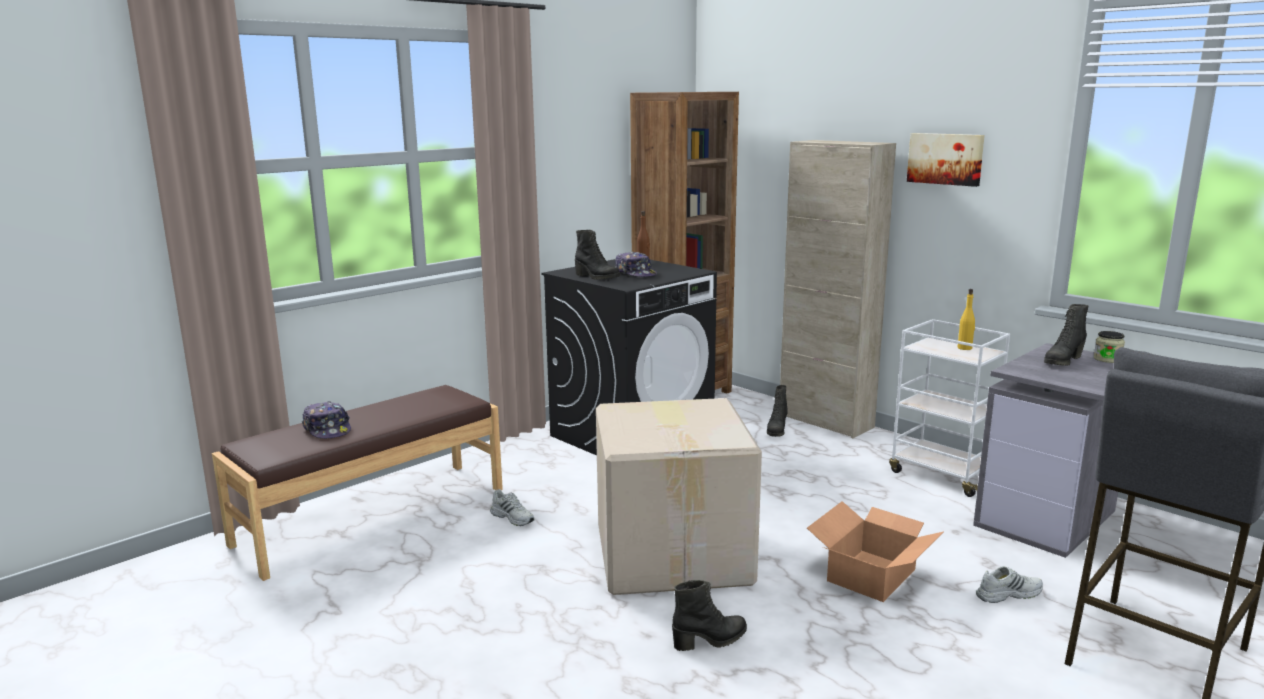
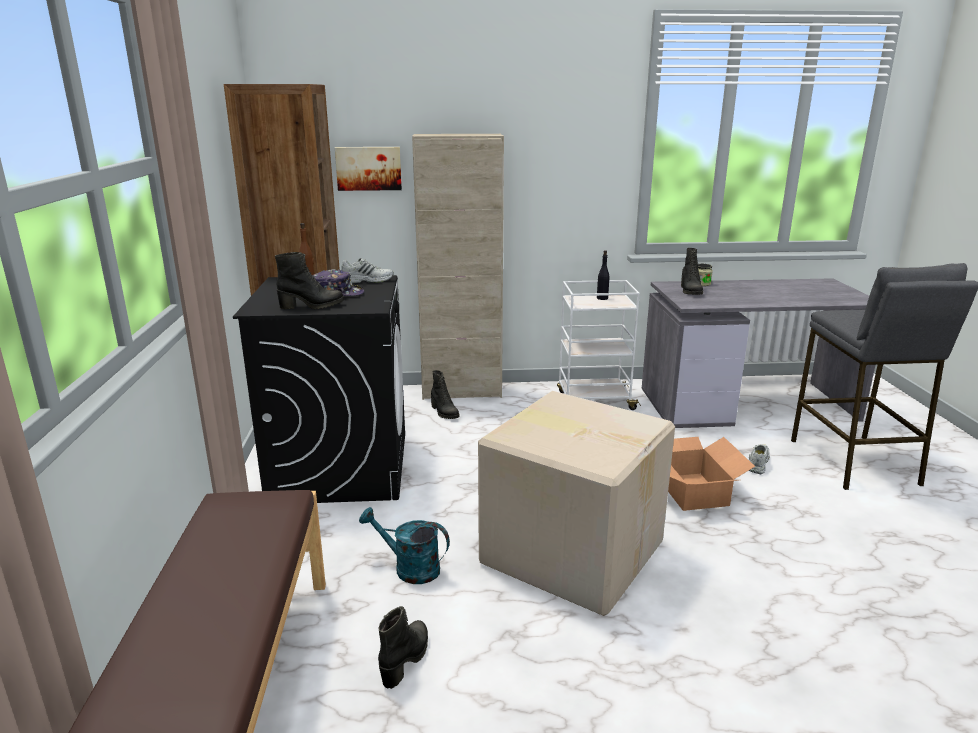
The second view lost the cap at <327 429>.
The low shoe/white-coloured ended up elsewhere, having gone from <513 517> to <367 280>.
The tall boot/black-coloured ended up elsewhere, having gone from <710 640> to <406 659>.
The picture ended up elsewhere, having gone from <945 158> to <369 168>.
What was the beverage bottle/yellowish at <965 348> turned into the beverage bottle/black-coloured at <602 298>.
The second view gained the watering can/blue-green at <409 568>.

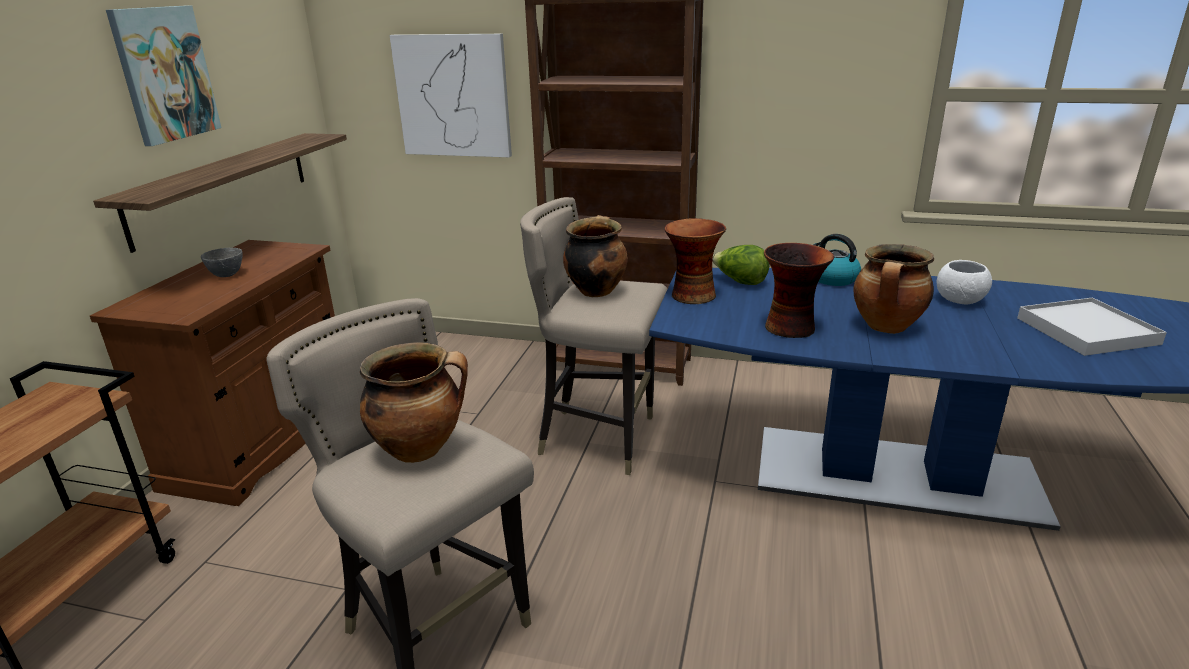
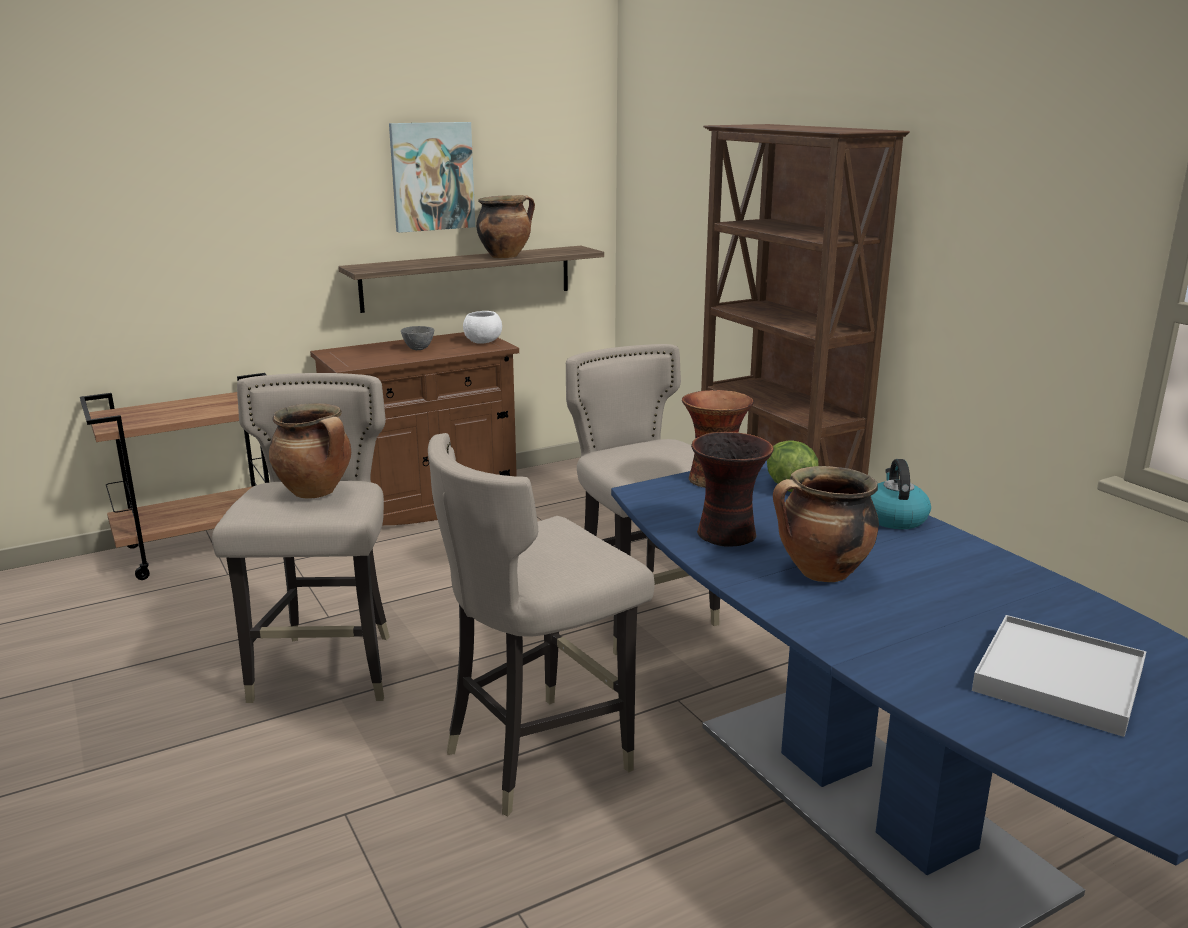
The second view lost the picture at <453 96>.
The saucepot ended up elsewhere, having gone from <596 290> to <505 256>.
The bowl/white-coloured ended up elsewhere, having gone from <960 300> to <483 342>.
The second view gained the sitting stool/sand-coloured at <538 754>.

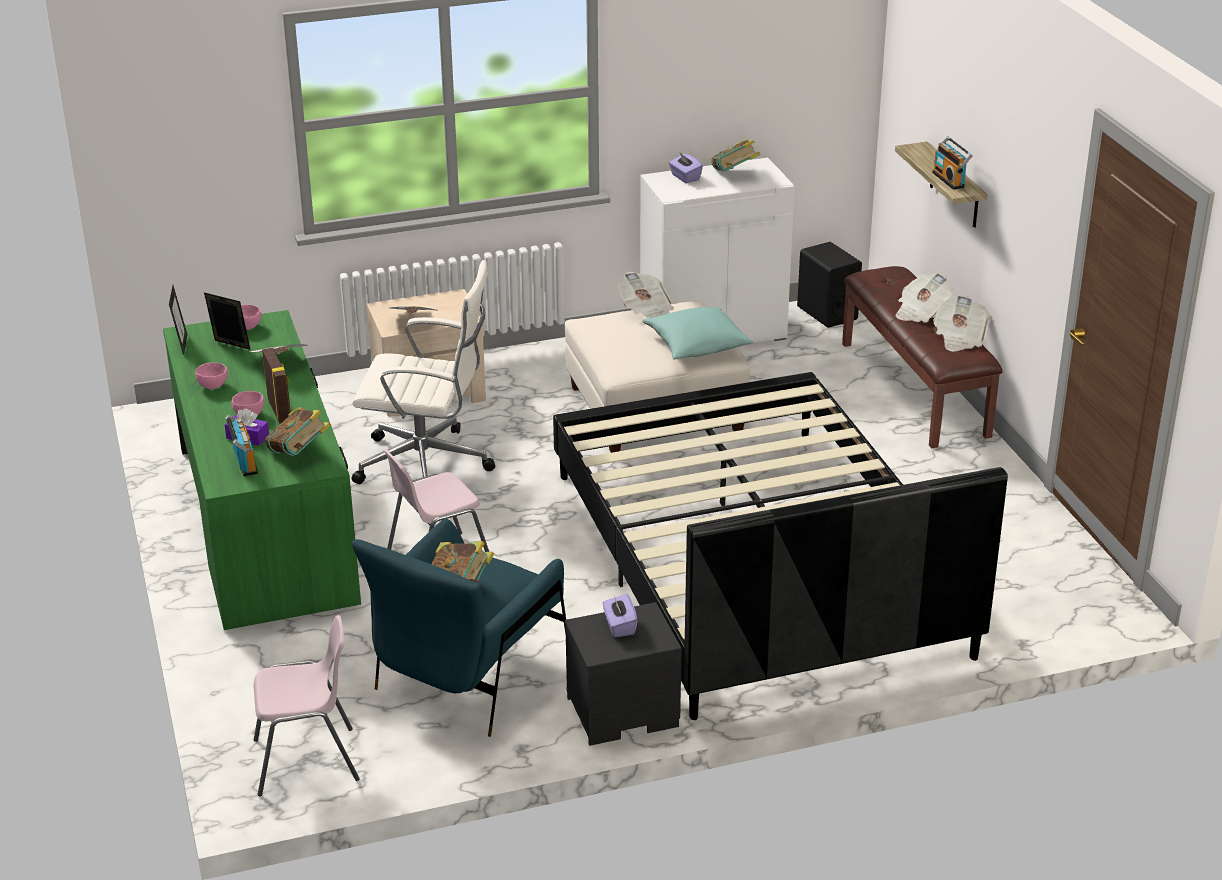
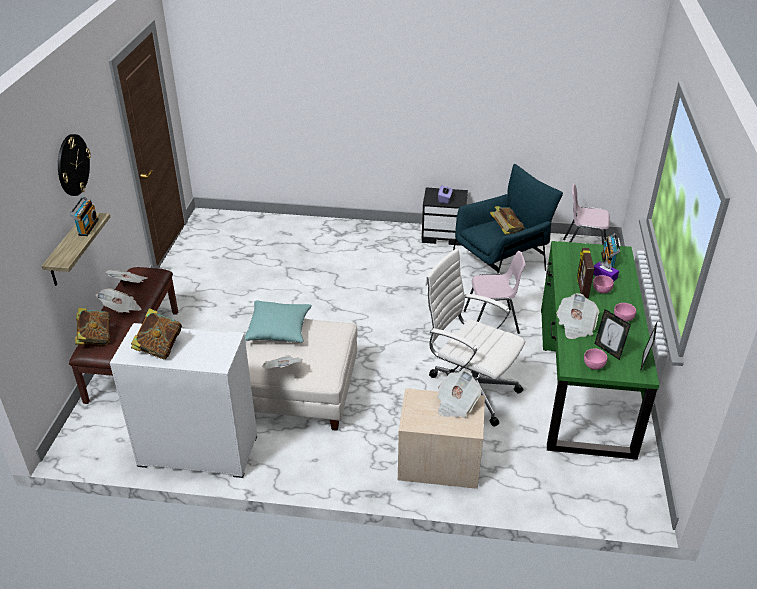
The bound book ended up elsewhere, having gone from <300 453> to <95 338>.
The second view lost the sleeping bed/black-coloured at <754 562>.
The second view lost the box of tissues/purple at <685 177>.
The second view lost the speaker/black-coloured at <827 313>.
The second view gained the wall clock at <72 165>.

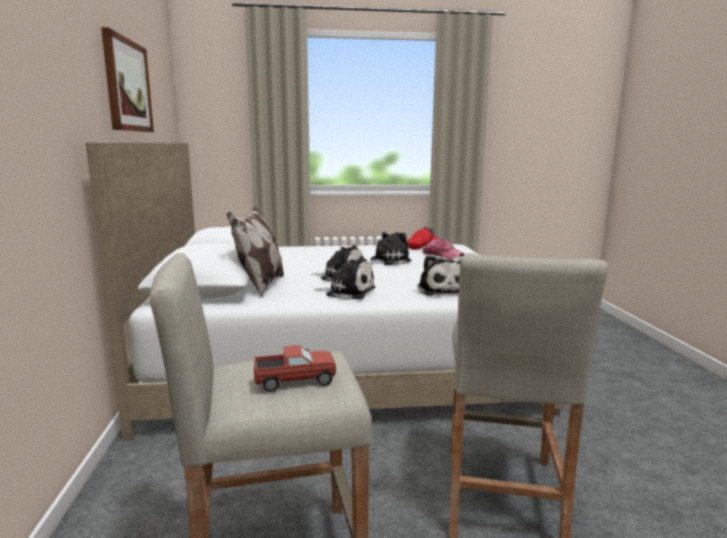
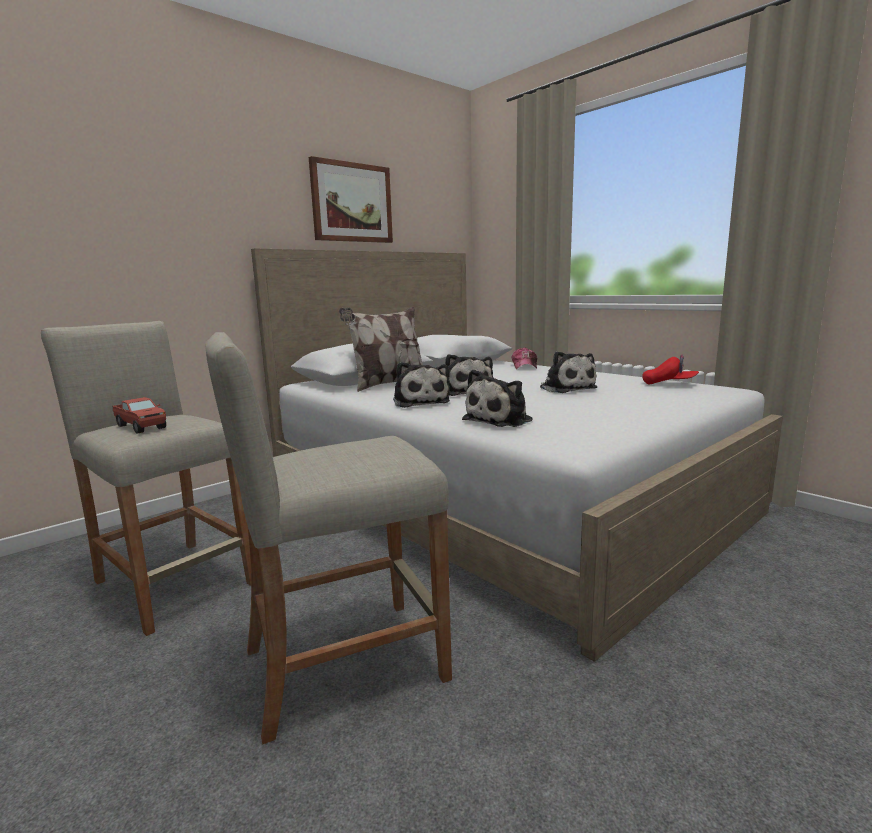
The soft toy at <387 261> ended up facing another way, 45 degrees clockwise from before.
The cap ended up elsewhere, having gone from <442 255> to <525 366>.

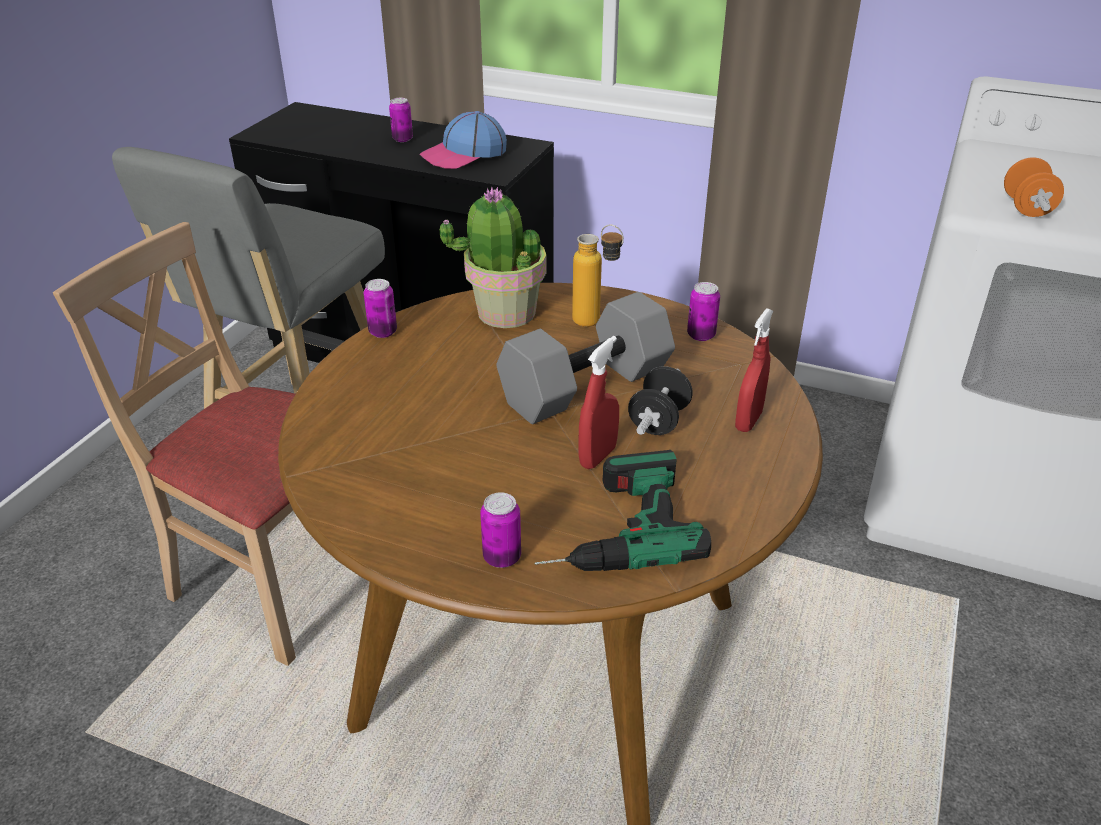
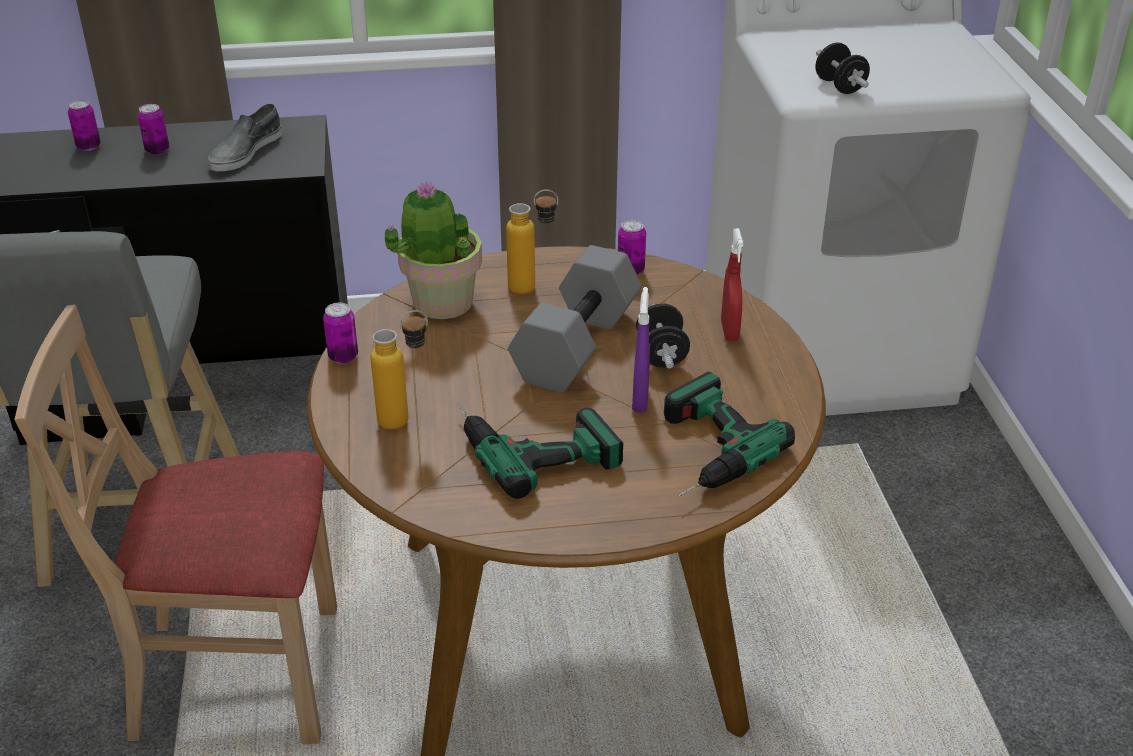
Where the cap stood at <464 154>, the low shoe/grey came to stand at <245 151>.
The metal can ended up elsewhere, having gone from <502 557> to <88 146>.
What was the sprayer/red-coloured at <597 456> turned into the sprayer/purple at <640 400>.
What was the hand weight/orange-coloured at <1026 208> turned into the hand weight/black-coloured at <839 86>.
The second view gained the beverage bottle at <406 418>.
The second view gained the power drill at <531 442>.

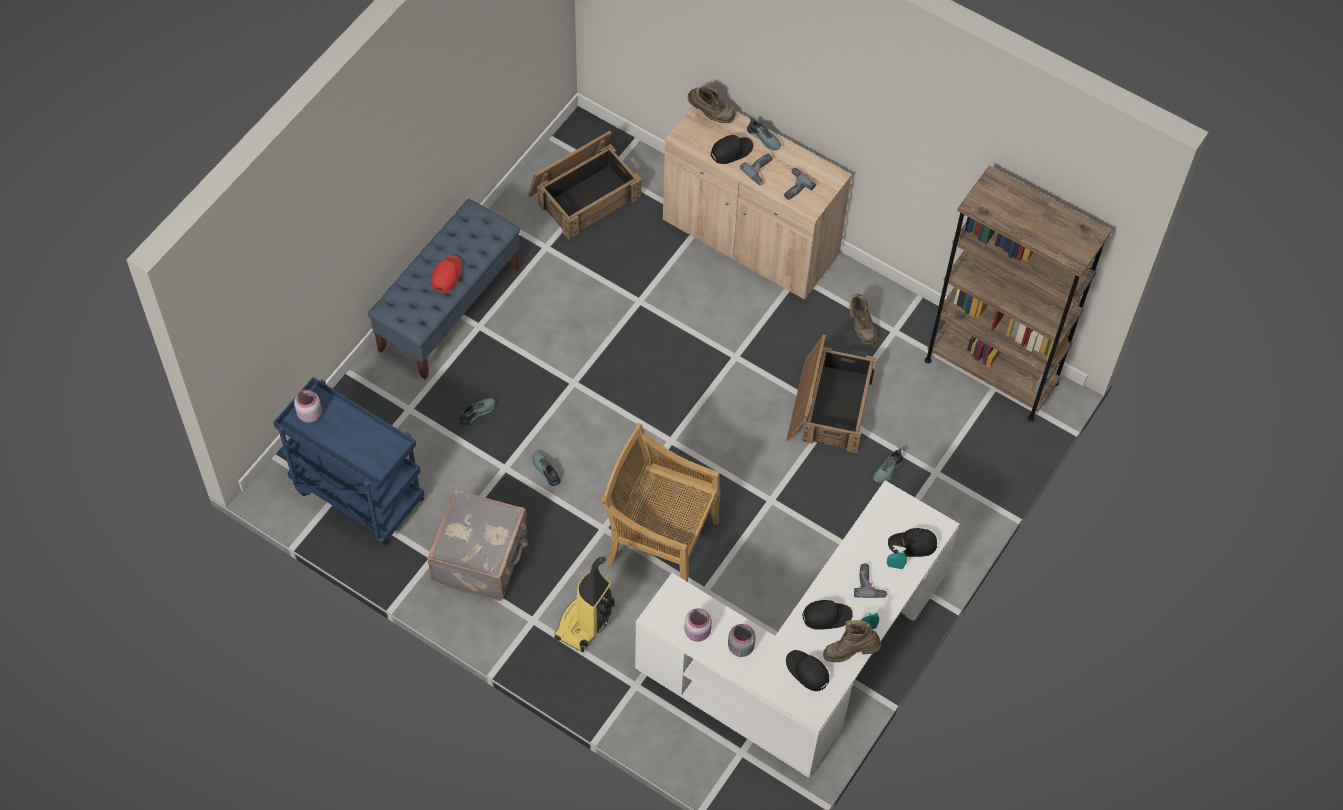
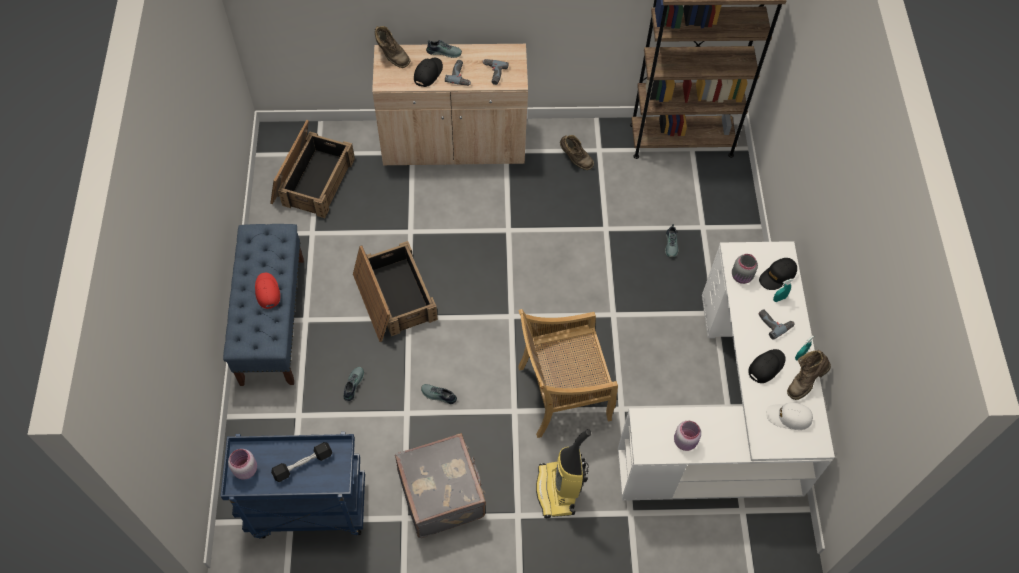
The tall boot/brown-coloured at <710 114> ended up facing another way, 60 degrees clockwise from before.
The preserve jar/grey ended up elsewhere, having gone from <740 648> to <742 277>.
What was the cap/black-coloured at <807 671> turned into the cap/white-coloured at <788 417>.
The shipping crate ended up elsewhere, having gone from <829 405> to <393 297>.
The second view gained the hand weight/black-coloured at <303 464>.

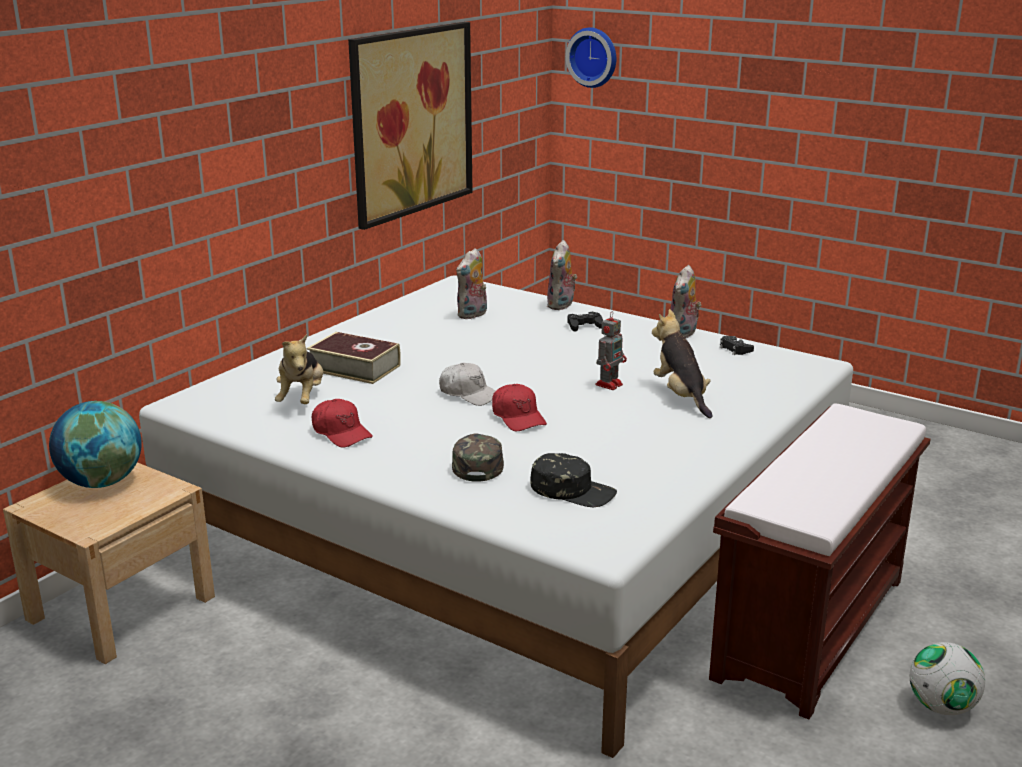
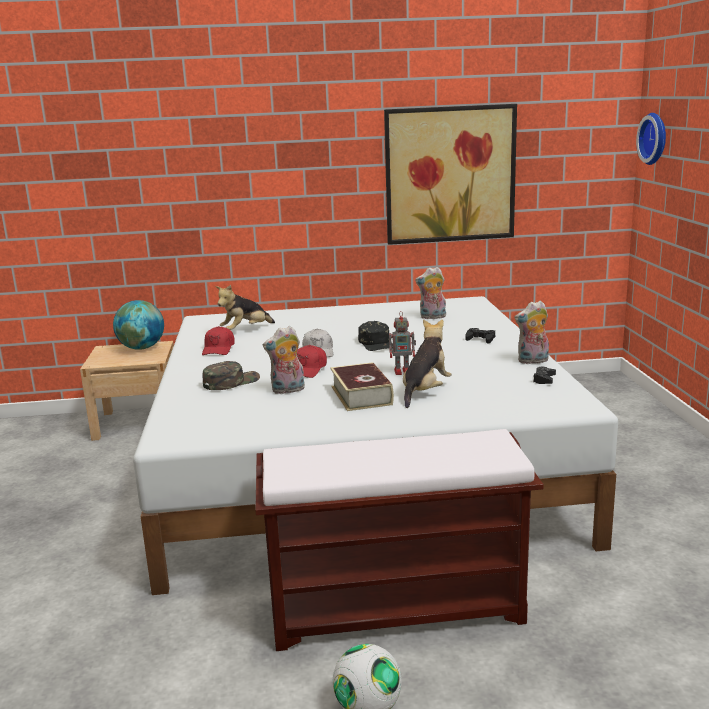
The bound book ended up elsewhere, having gone from <354 368> to <361 395>.
The cap/black-coloured ended up elsewhere, having gone from <573 490> to <377 343>.
The soft toy ended up elsewhere, having gone from <561 305> to <287 390>.

